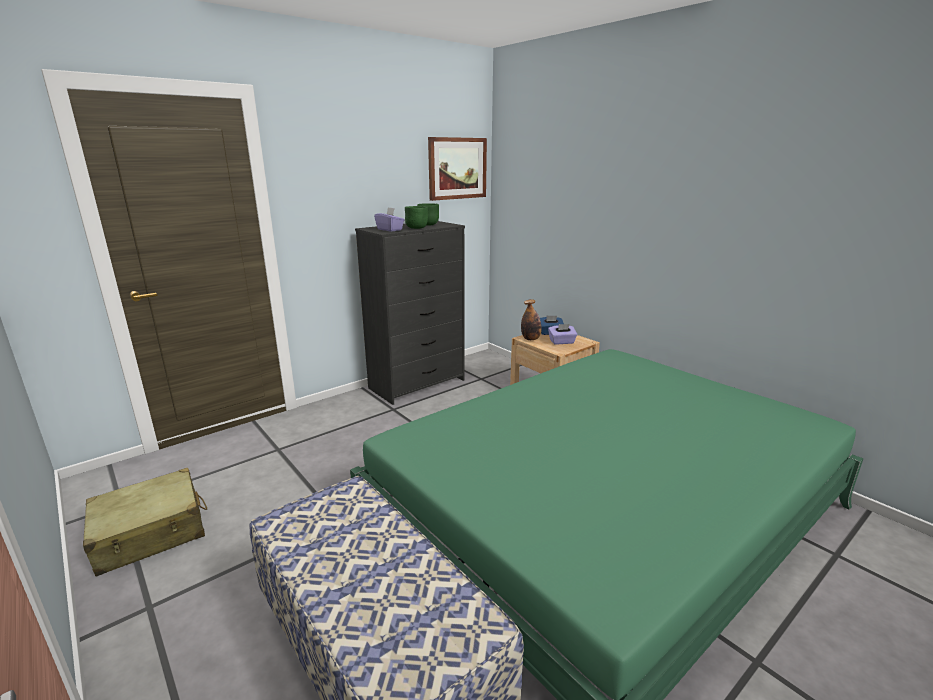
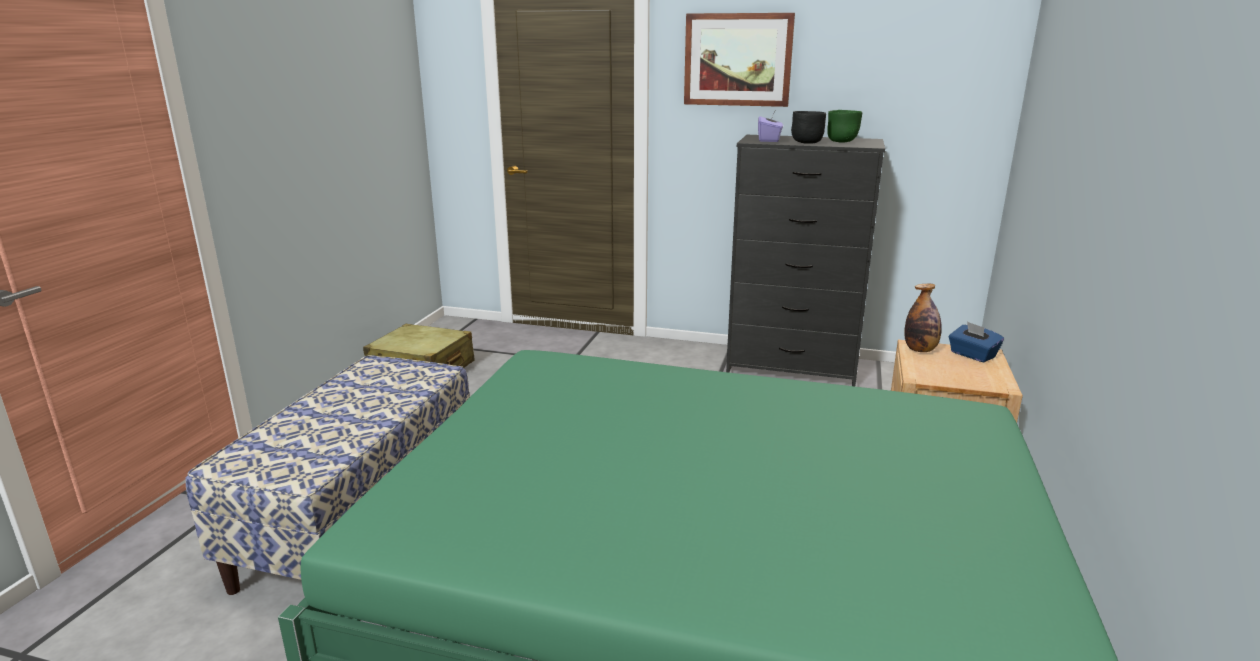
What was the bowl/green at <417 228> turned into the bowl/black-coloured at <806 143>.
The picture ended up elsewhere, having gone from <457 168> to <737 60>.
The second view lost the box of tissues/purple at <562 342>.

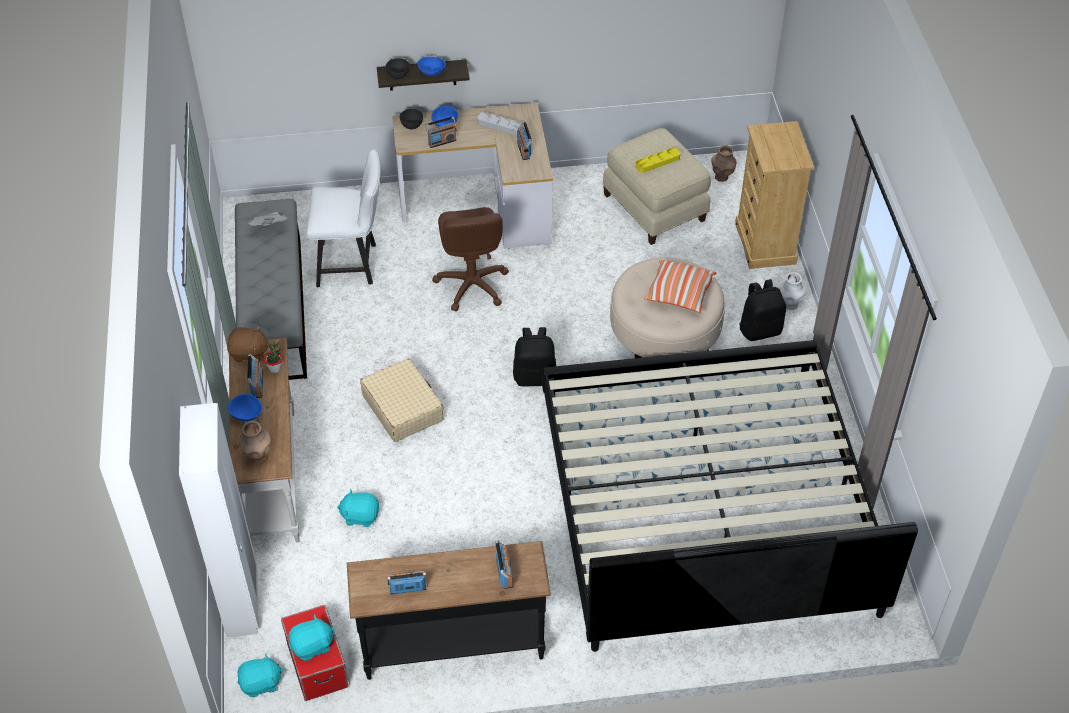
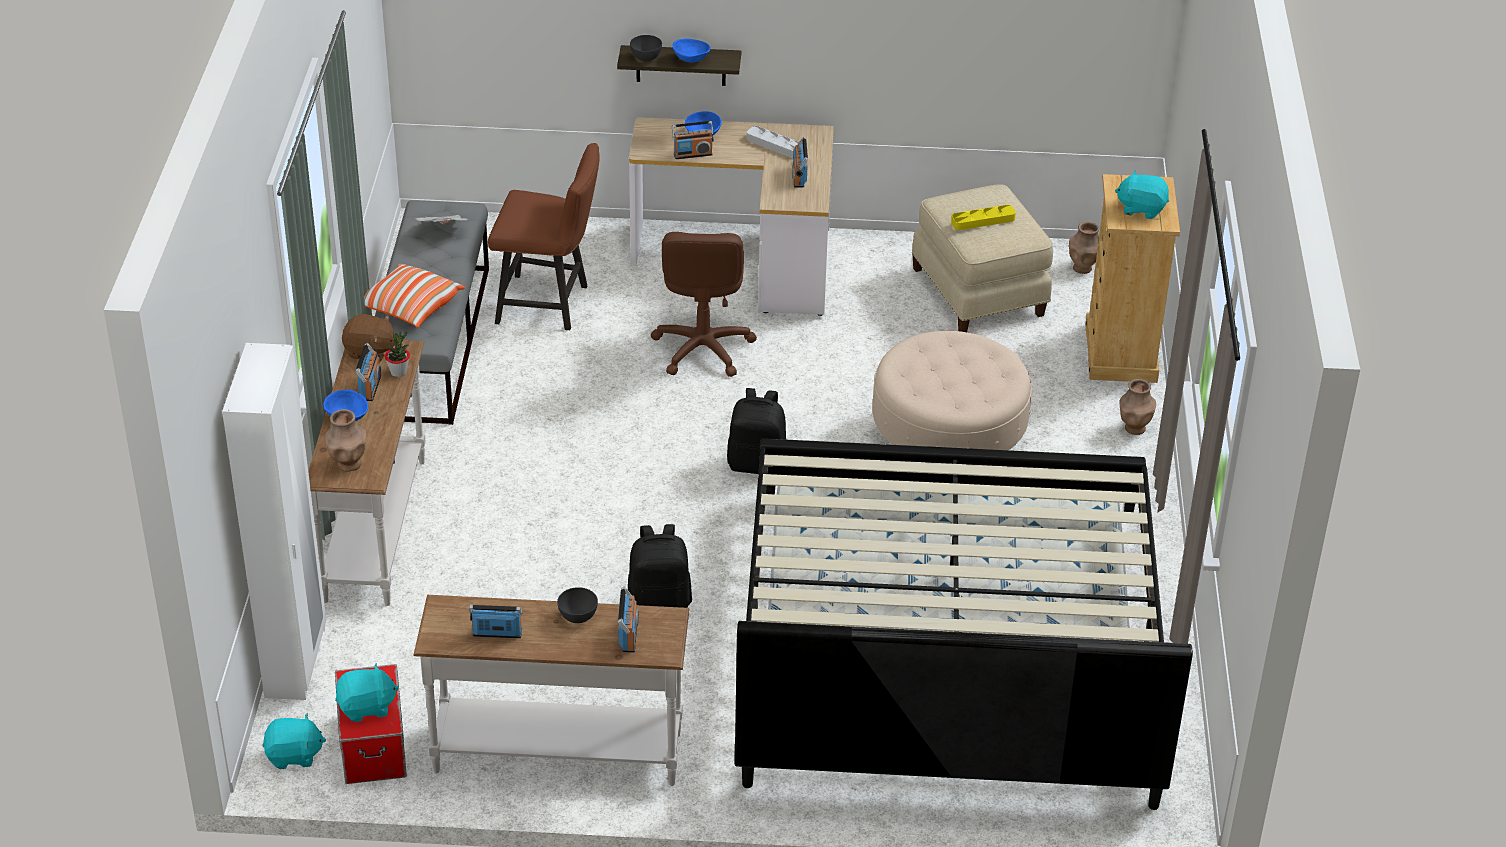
What was the upright chair/white-coloured at <352 264> turned into the upright chair/brown-coloured at <549 304>.
The soft toy/blue-green ended up elsewhere, having gone from <360 516> to <1141 208>.
What was the console table/black-coloured at <453 644> turned into the console table/white-coloured at <558 751>.
The second view lost the piece of luggage/sand-coloured at <402 408>.
The bowl/grey ended up elsewhere, having gone from <411 125> to <577 616>.
The throw pillow ended up elsewhere, having gone from <679 294> to <410 307>.
The rucksack/black-coloured ended up elsewhere, having gone from <760 329> to <660 602>.
What was the vase/white-coloured at <789 304> turned into the vase/brown-coloured at <1134 428>.

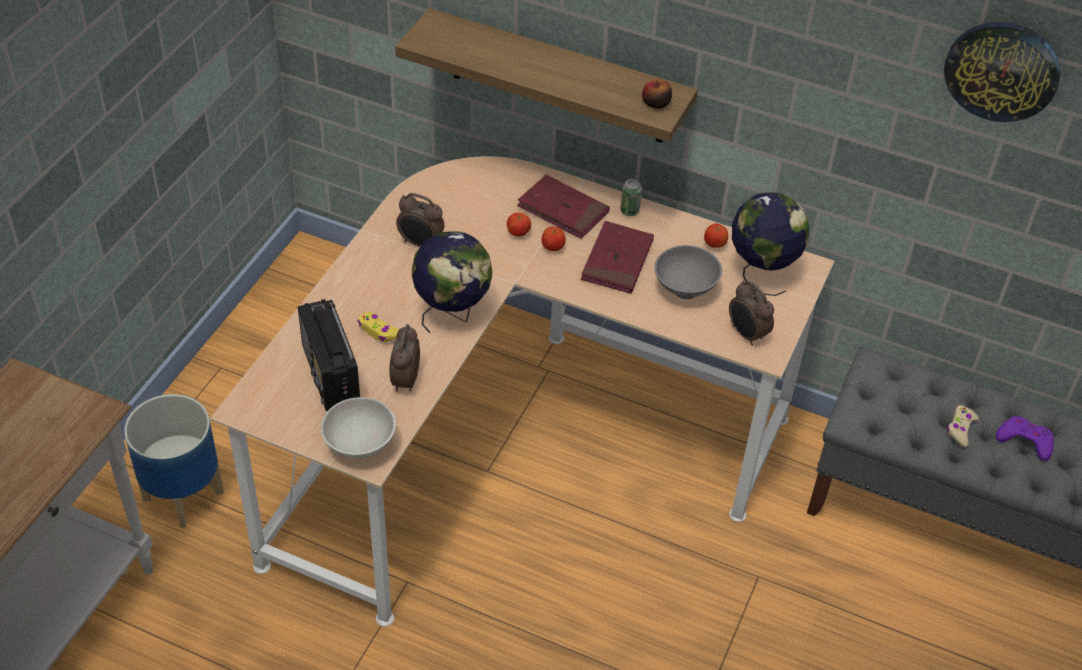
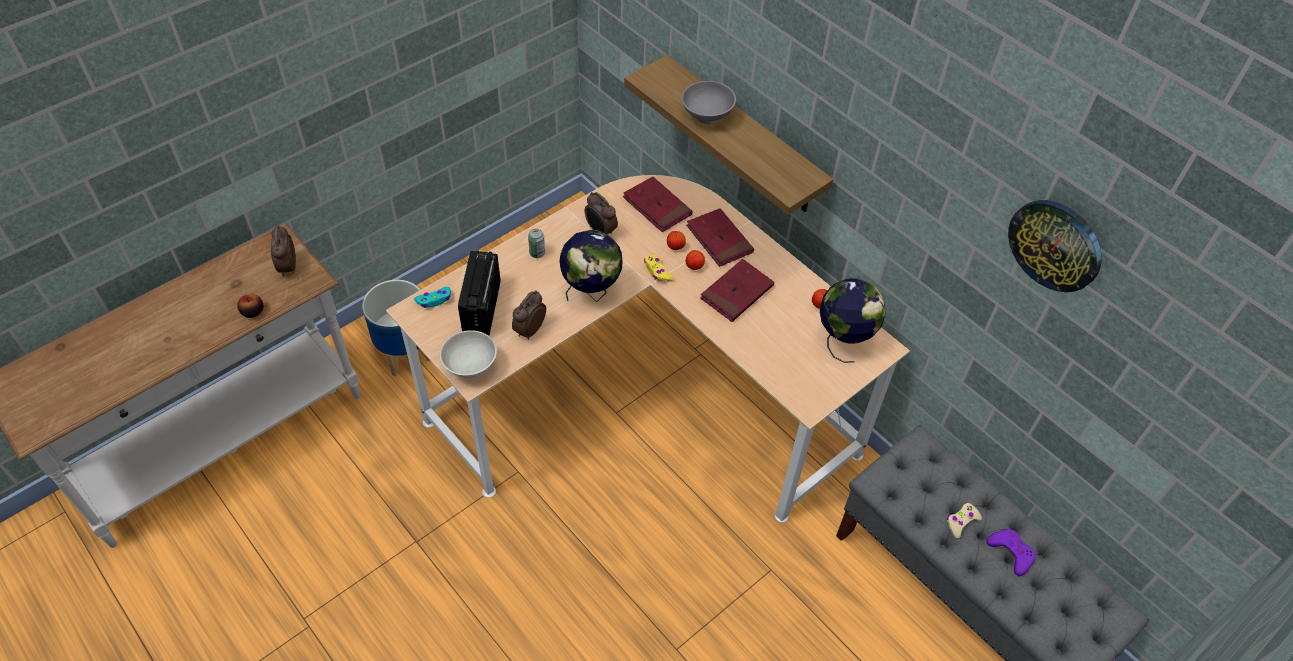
The joypad/yellowish ended up elsewhere, having gone from <379 331> to <657 271>.
The metal can ended up elsewhere, having gone from <629 211> to <537 253>.
The whole apple ended up elsewhere, having gone from <655 103> to <253 311>.
The bowl/grey ended up elsewhere, having gone from <684 291> to <706 118>.
The bedside clock ended up elsewhere, having gone from <746 334> to <287 267>.
The second view gained the joypad/blue-green at <434 300>.
The second view gained the bound book/red-coloured at <657 206>.

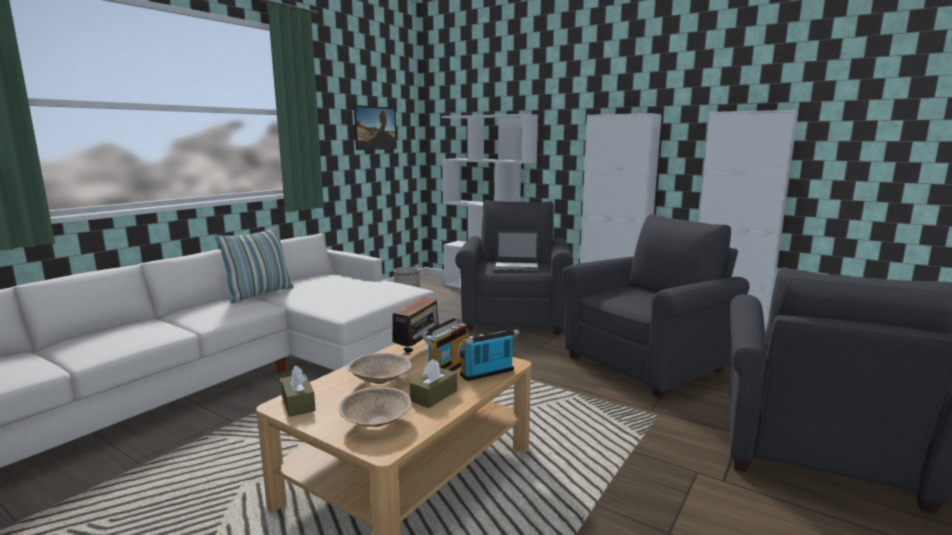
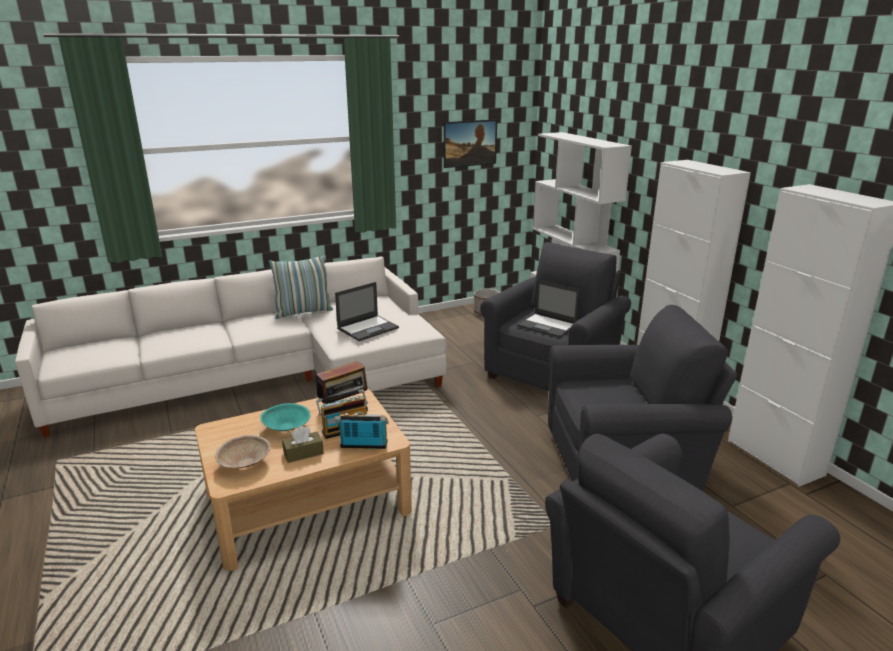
The second view lost the box of tissues/brown-coloured at <298 403>.
What was the bowl/sand-coloured at <381 381> turned into the bowl/blue-green at <287 428>.
The second view gained the notebook computer at <368 328>.

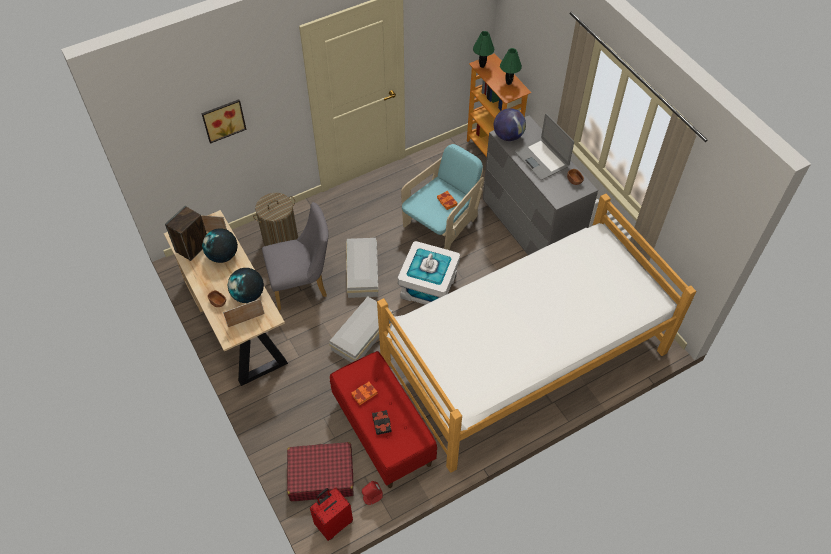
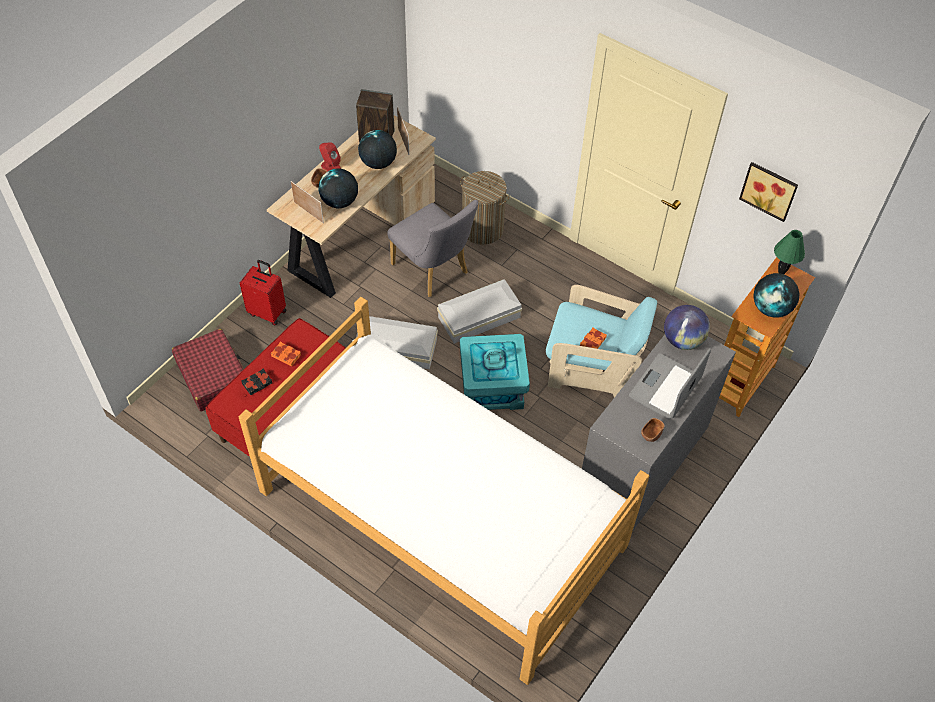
The picture ended up elsewhere, having gone from <223 119> to <769 190>.
The piece of luggage/red-coloured ended up elsewhere, having gone from <334 523> to <268 312>.
The speaker/red-coloured ended up elsewhere, having gone from <372 496> to <330 166>.
What was the storage bin/white-coloured at <429 287> turned into the storage bin/blue-green at <492 387>.
Where the lamp for a table/green stood at <508 83>, the desk globe came to stand at <771 308>.

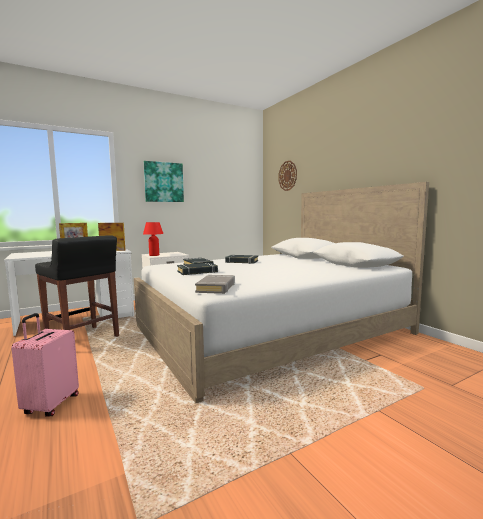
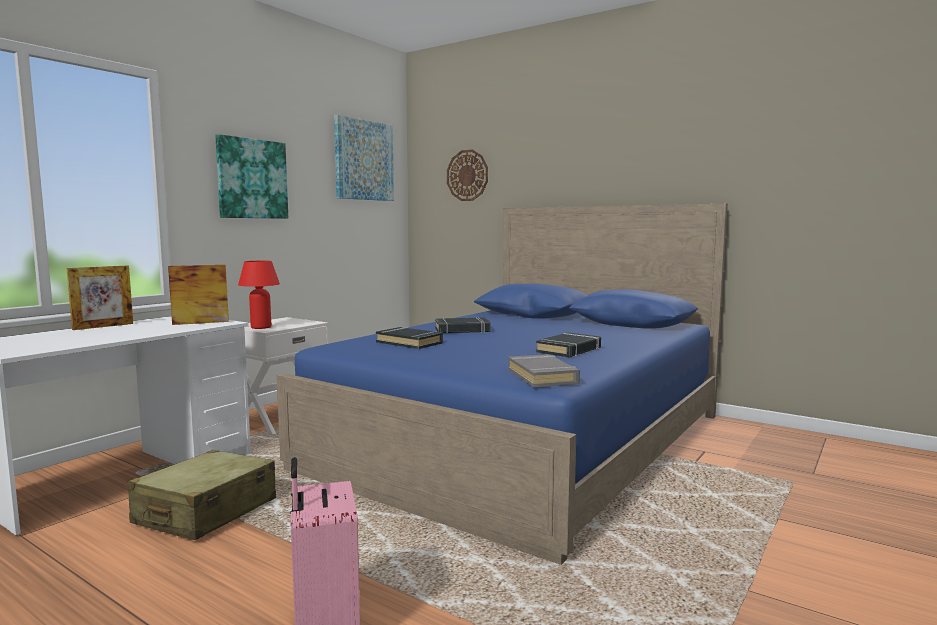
Where the sitting stool/black-coloured stood at <83 339>, the piece of luggage/sand-coloured came to stand at <205 512>.
What was the sleeping bed/white-coloured at <271 329> turned into the sleeping bed/blue at <525 440>.
The bound book/black-coloured ended up elsewhere, having gone from <197 272> to <569 350>.
The second view gained the picture at <363 160>.

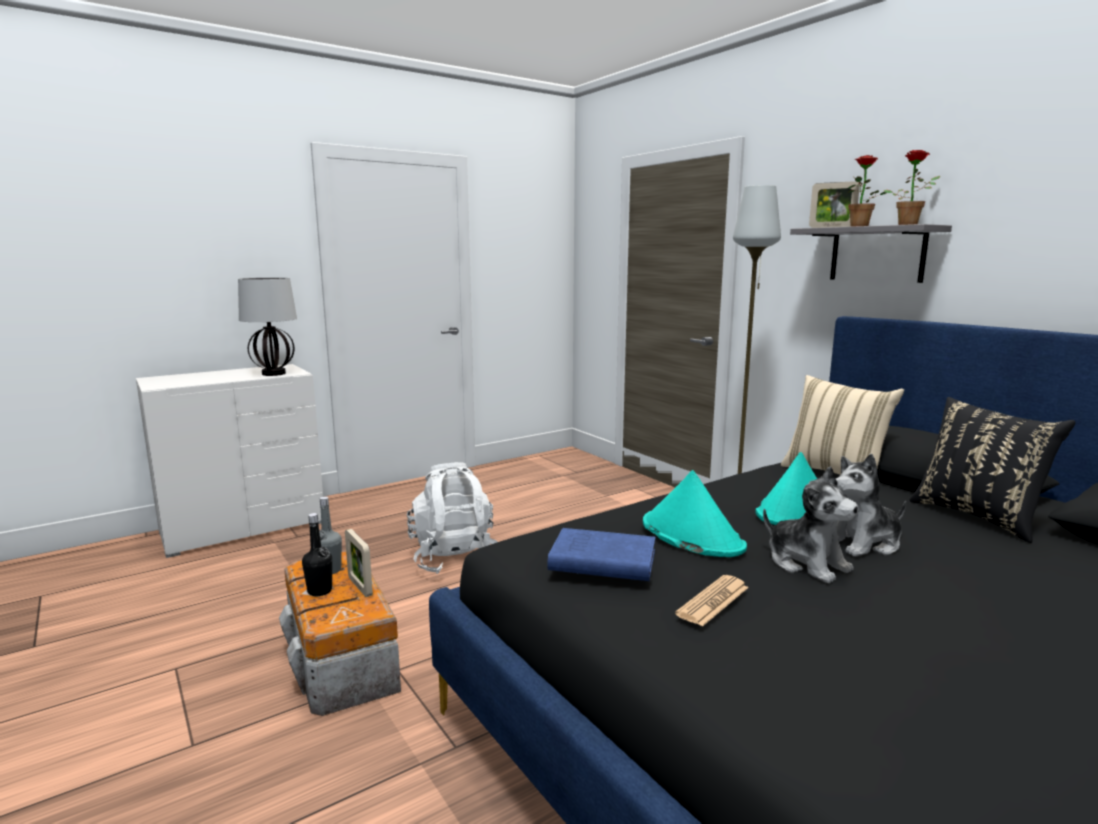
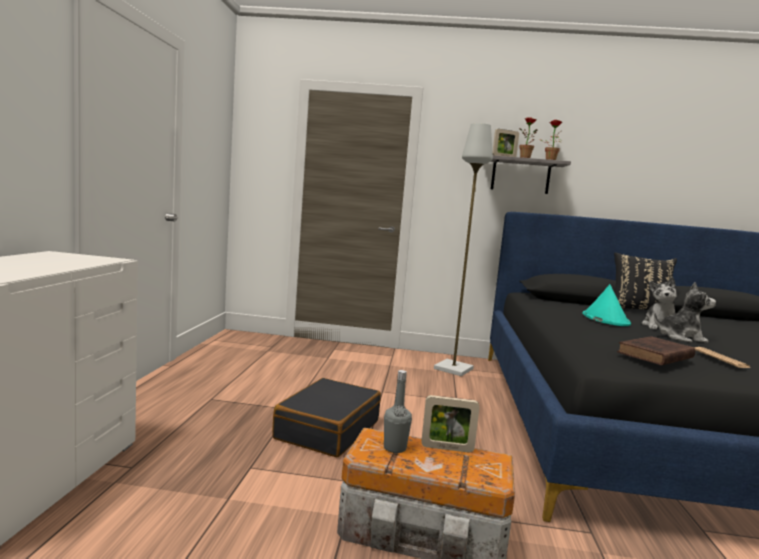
The second view lost the lamp for a table at <273 374>.
The second view lost the beverage bottle/black-coloured at <320 591>.
Where the rucksack/white-coloured stood at <454 558>, the piece of luggage/black-coloured came to stand at <327 429>.
What was the bound book/blue at <599 561> turned into the bound book/brown-coloured at <654 355>.
The second view lost the hat/blue-green at <691 535>.
The second view lost the throw pillow/sand-coloured at <835 474>.

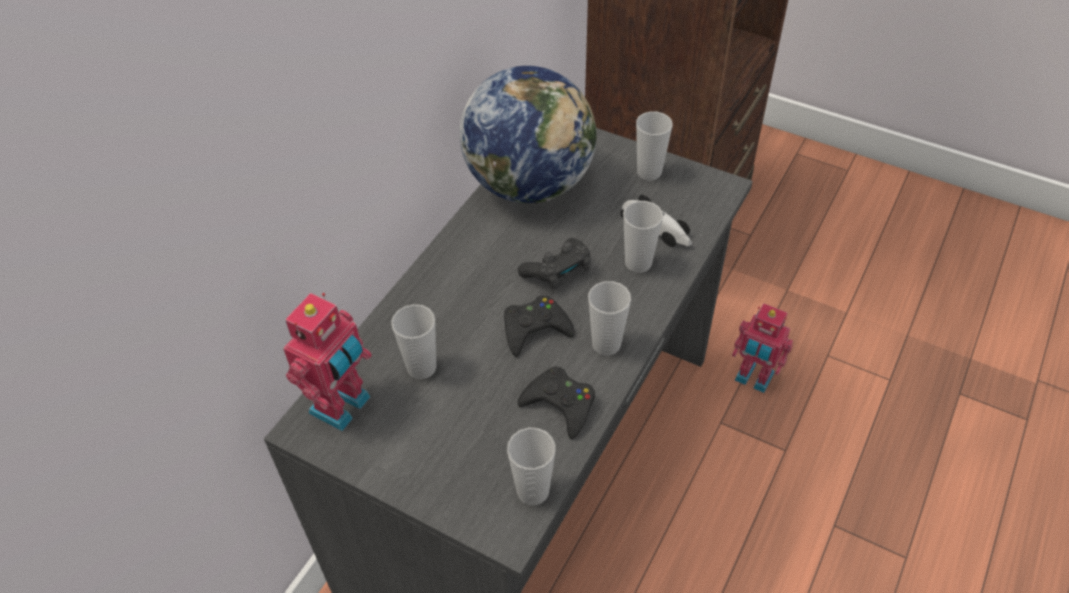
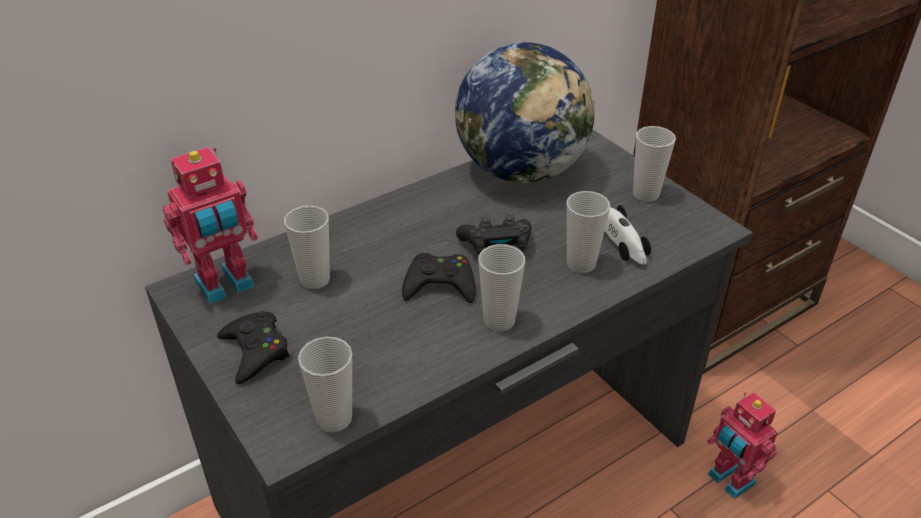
The joypad/black-coloured ended up elsewhere, having gone from <560 405> to <255 351>.

